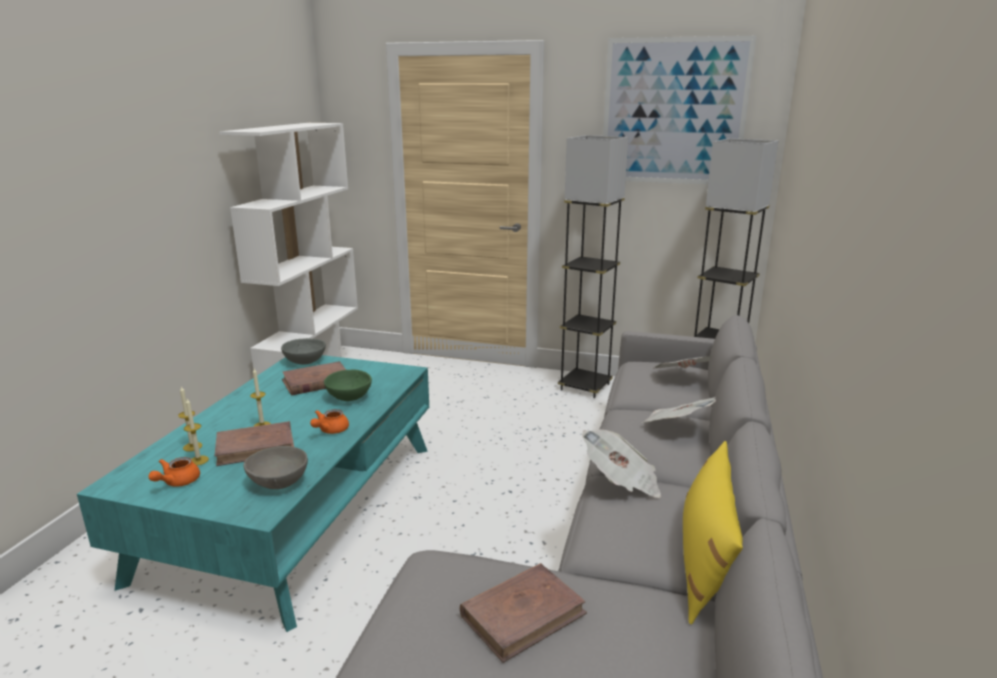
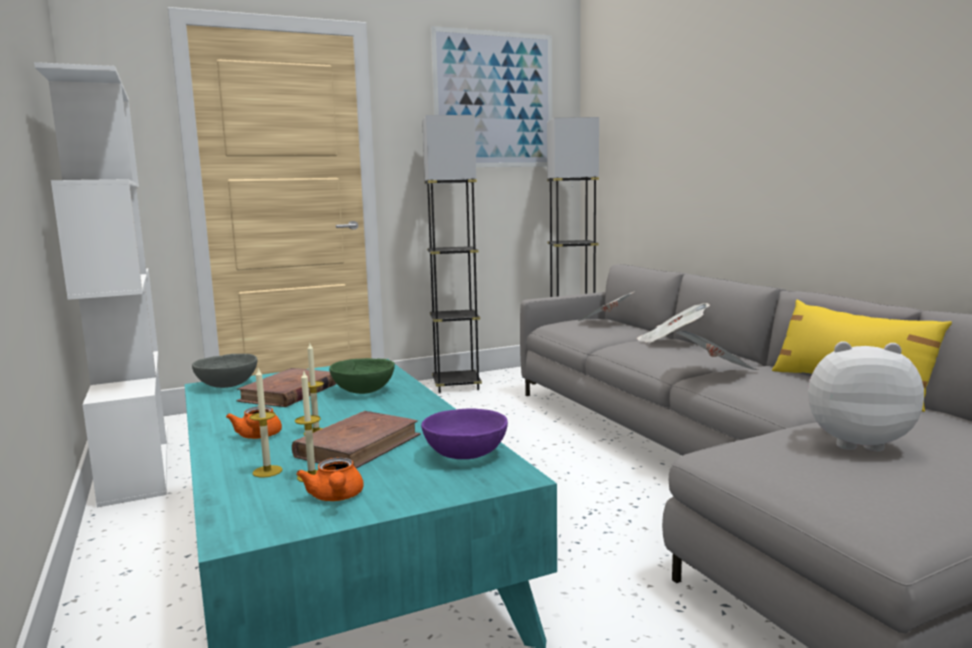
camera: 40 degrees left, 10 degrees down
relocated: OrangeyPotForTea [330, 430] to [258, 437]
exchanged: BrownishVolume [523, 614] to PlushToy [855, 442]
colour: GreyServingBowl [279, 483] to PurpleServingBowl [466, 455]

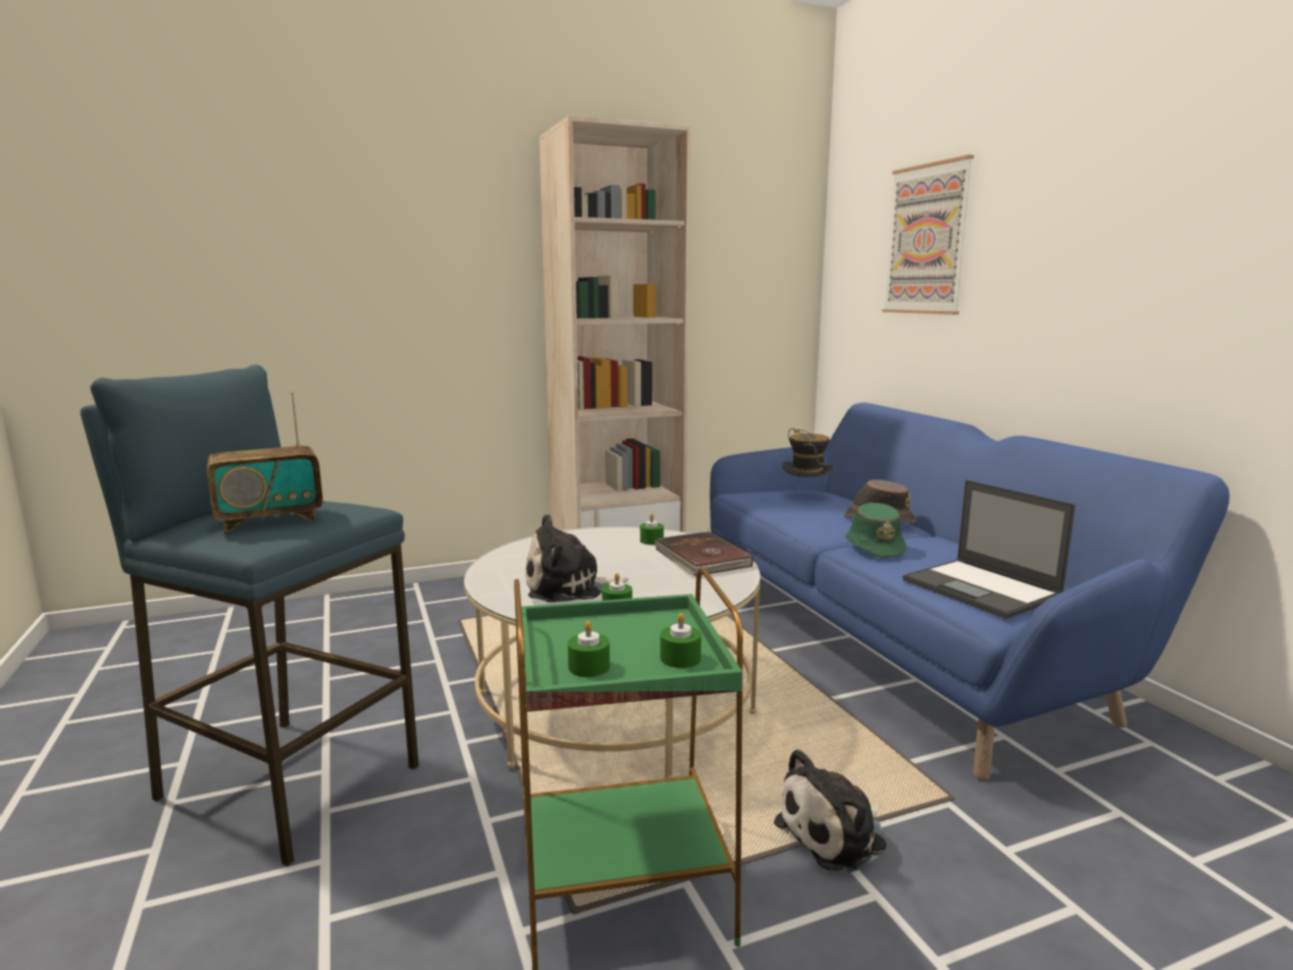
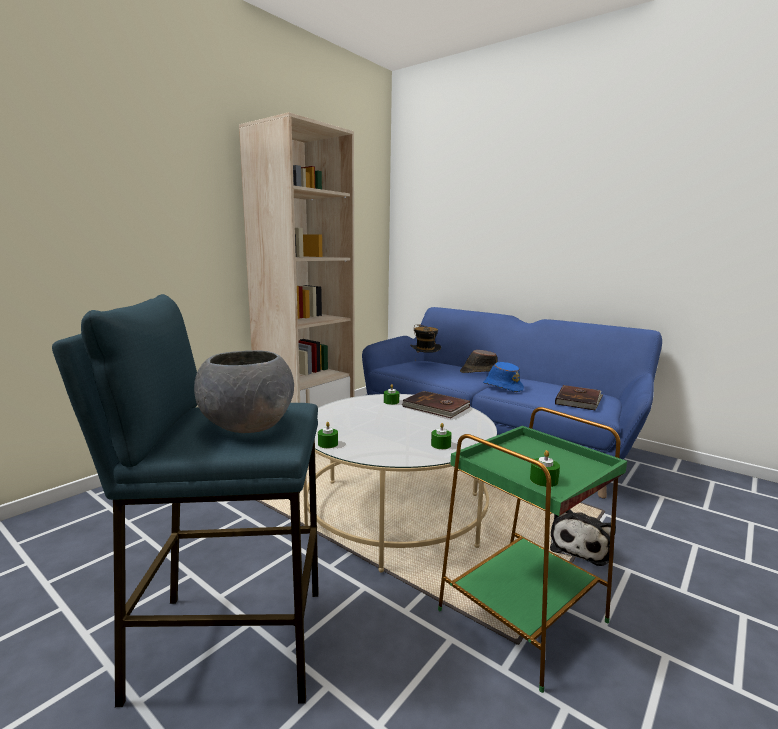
camera: 30 degrees left, 0 degrees up
missing: PlushToy [569, 587]; WallArt [926, 240]
relocated: GreenishWaxCandle [680, 658] to [328, 444]
exchanged: Radio [270, 520] to GreyServingBowl [247, 424]; Laptop [982, 589] to BrownishVolume [579, 400]
colour: GreenishHat [874, 547] to BlueColouredHat [502, 387]

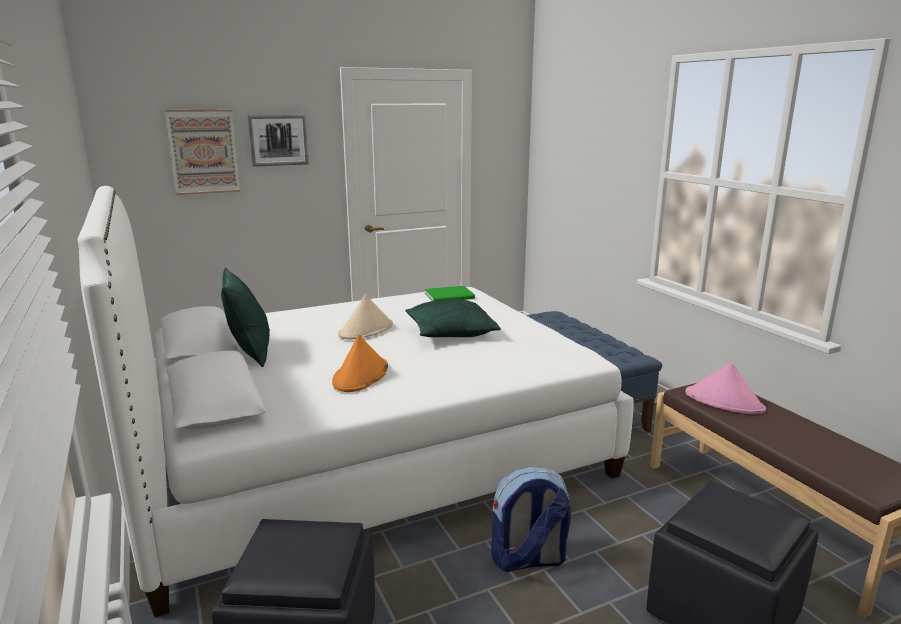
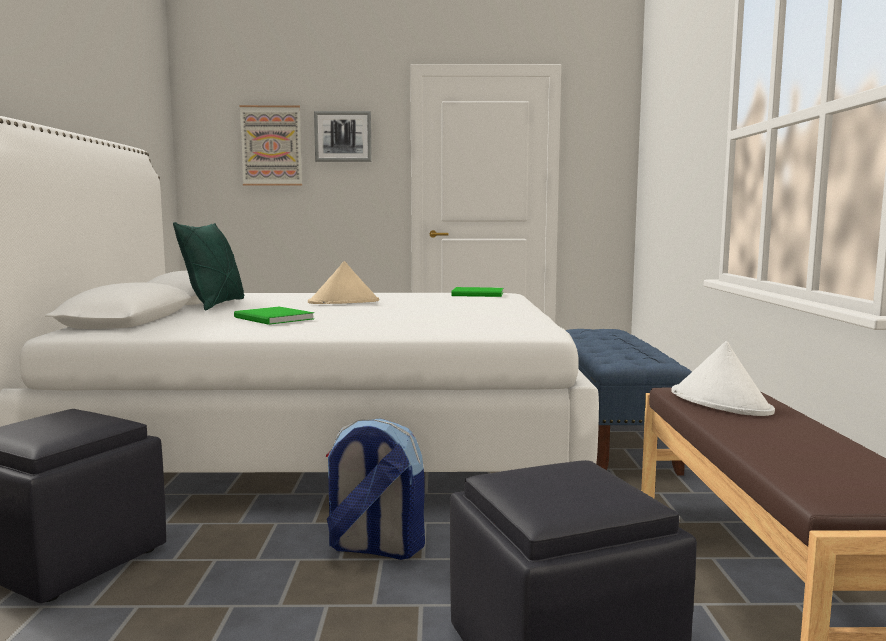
camera: 25 degrees right, 10 degrees down
missing: GreenishThrowPillow [450, 333]
exchanged: OrangeyHat [360, 376] to GreenishVolume [273, 318]
colour: PinkHat [724, 401] to WhitishHat [720, 402]

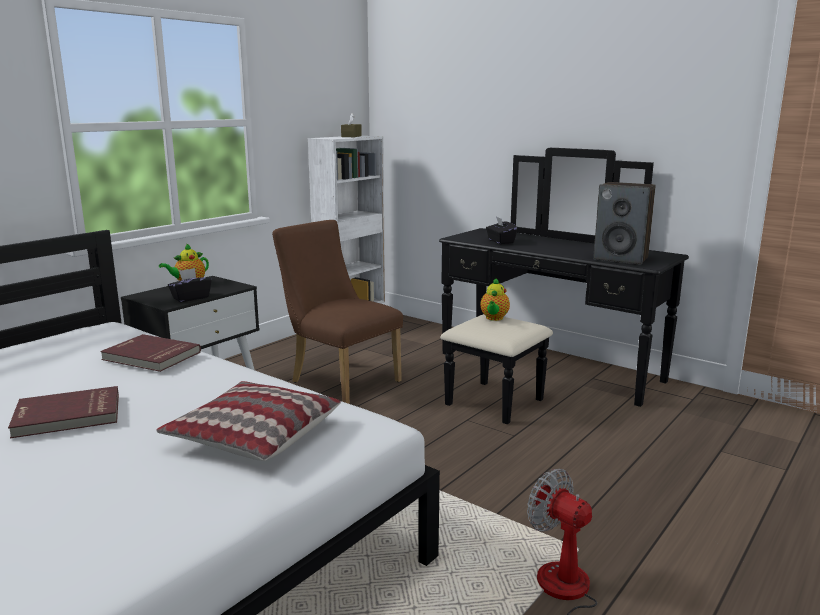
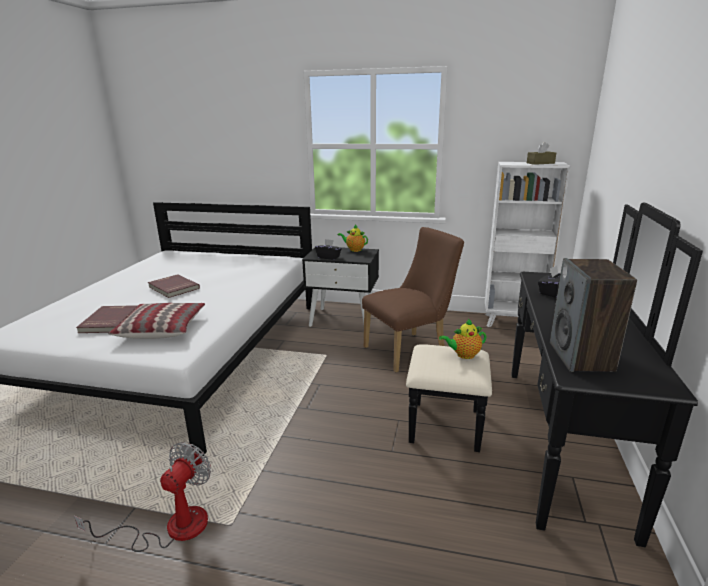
camera: 65 degrees right, 5 degrees up
relocated: RedColouredVolume [150, 356] to [109, 321]
spun: BrownishPlainChair [339, 380] = [410, 350] 45 degrees clockwise

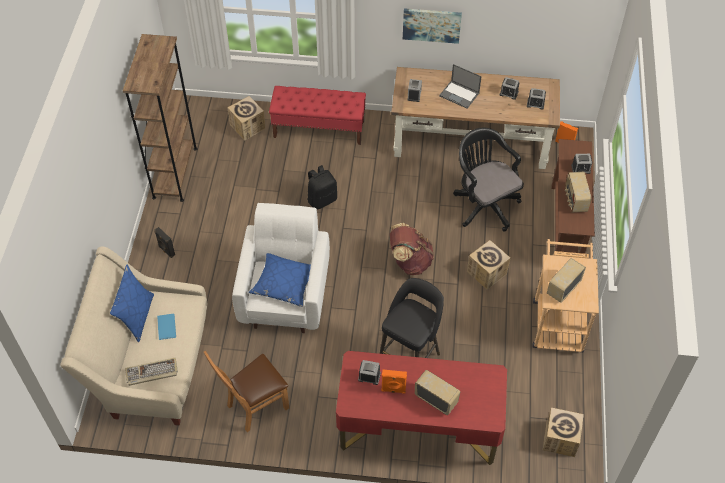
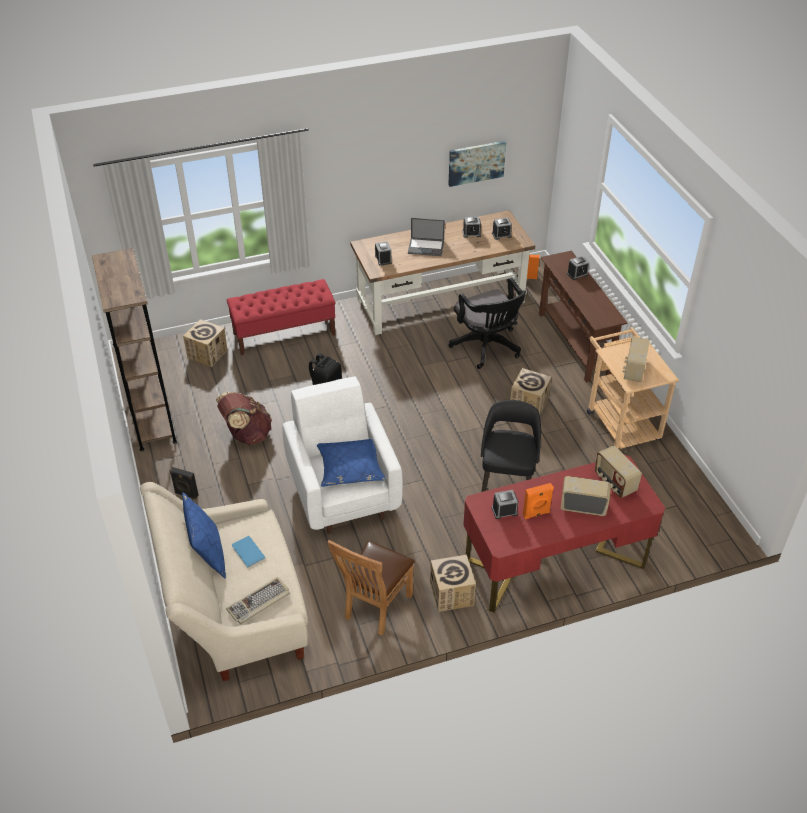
camera: 25 degrees left, 10 degrees down
relocated: BrownishRucksack [409, 261] to [247, 435]; WallArt [431, 25] to [476, 163]; PackingBox [560, 439] to [451, 594]; Radio [575, 200] to [614, 483]
spun: BlackColouredDeskChair [484, 204] = [487, 348] 150 degrees counterclockwise

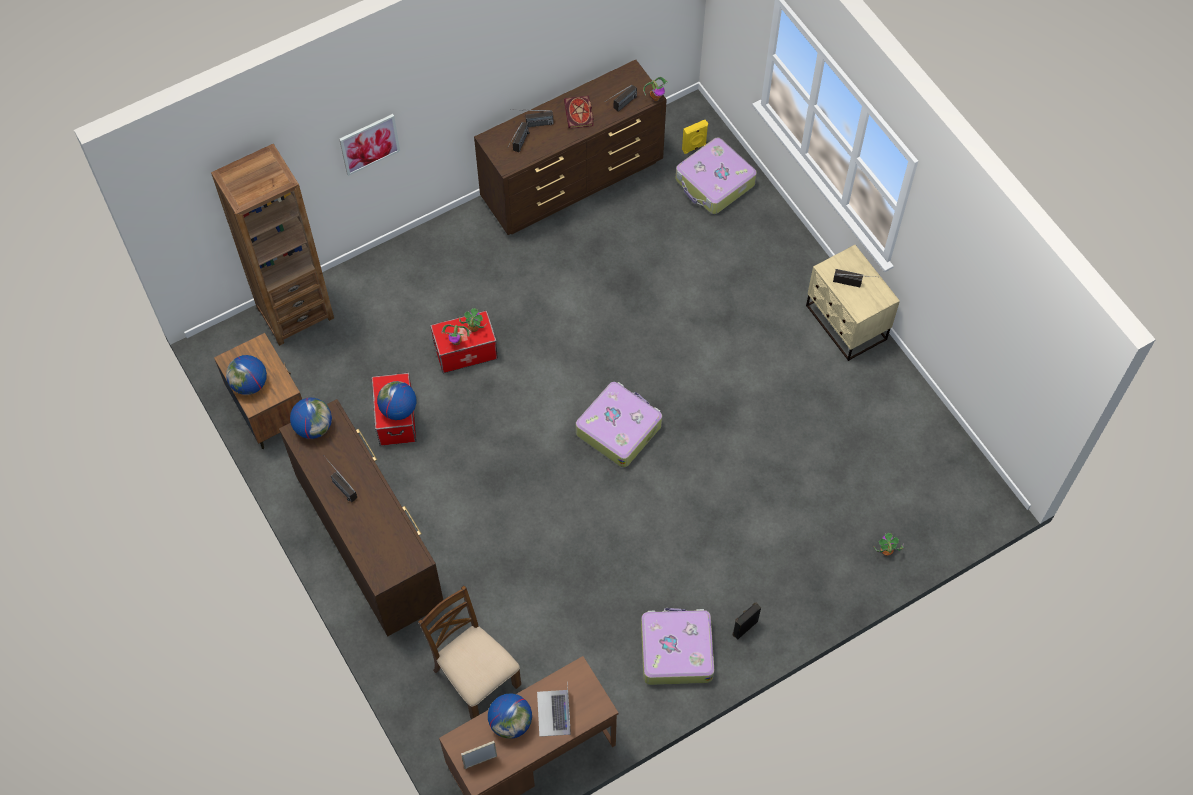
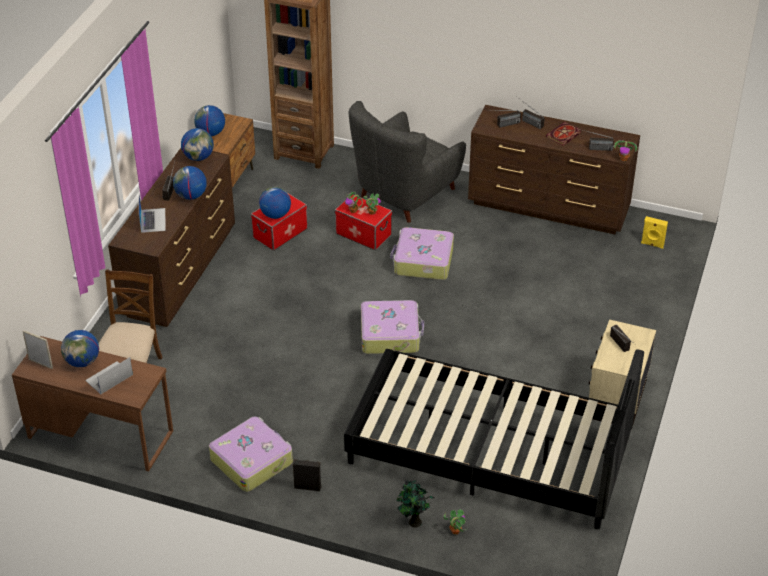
camera: 50 degrees right, 20 degrees down
missing: WallArt [369, 144]
appeared: Laptop [153, 220]; Globe [191, 196]; BlackColouredBed [488, 452]; GreyArmchair [405, 194]; PottedPlant [414, 522]
relocated: PieceOfLuggage [714, 183] to [422, 261]

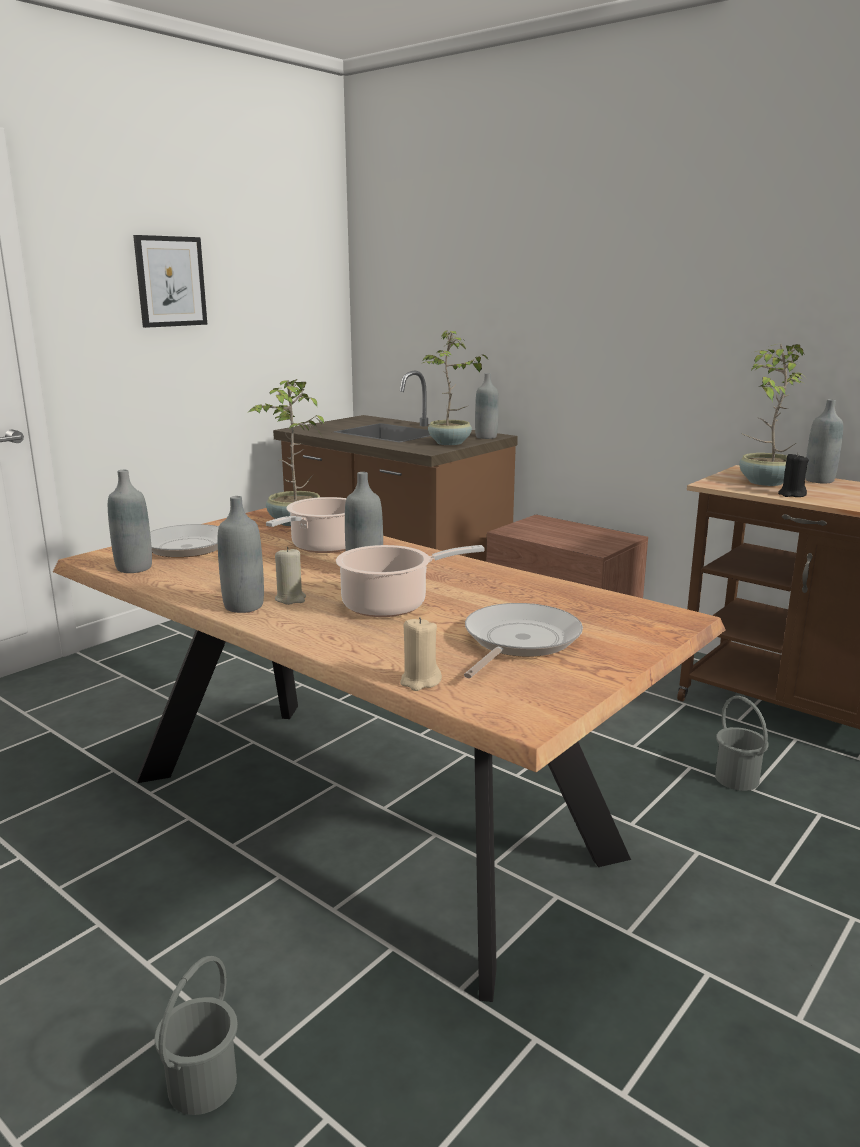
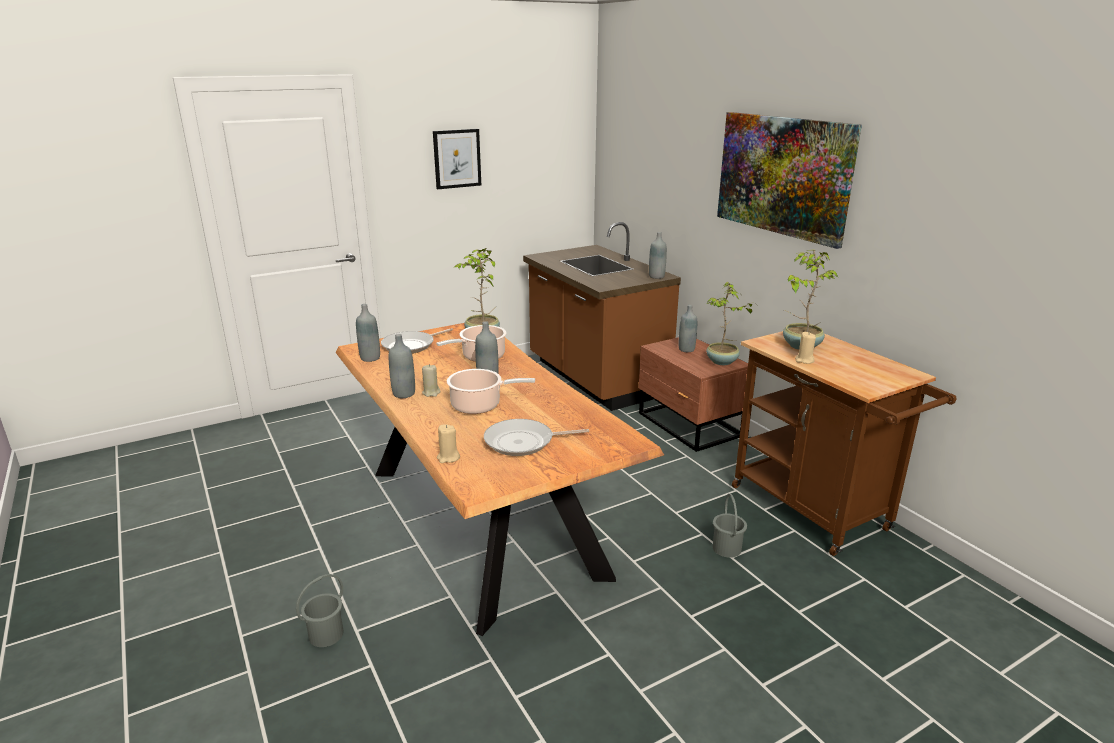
camera: 20 degrees right, 5 degrees up
appeared: WallArt [783, 175]
relocated: PottedPlant [450, 443] to [722, 362]; GreyBottle [819, 480] to [686, 349]
colour: BlackColouredWaxCandle [791, 494] to SandColouredWaxCandle [804, 360]
spun: Skillet [518, 641] = [523, 442] 150 degrees counterclockwise

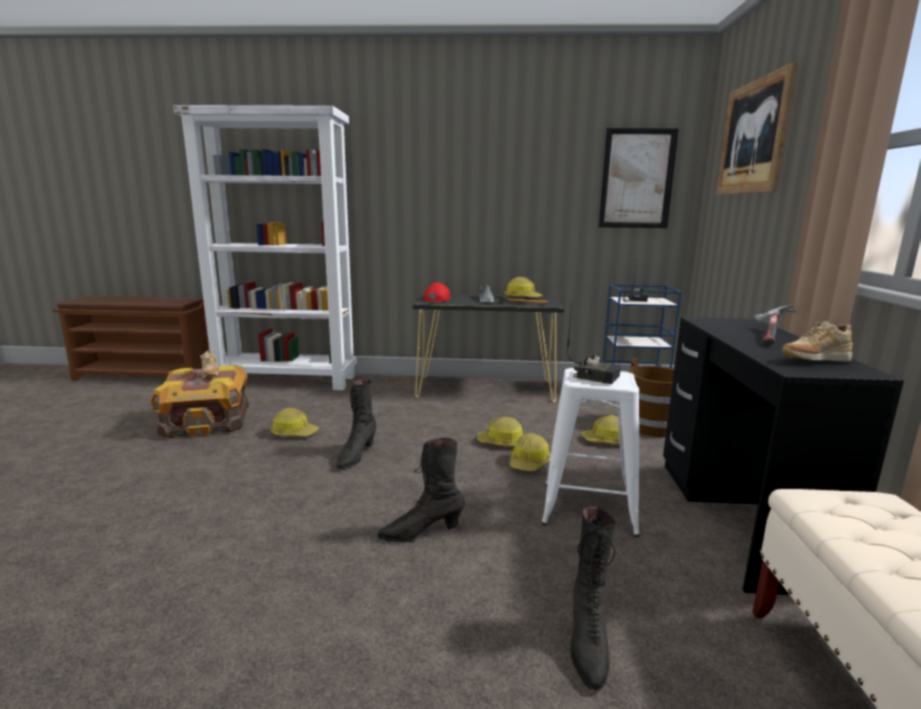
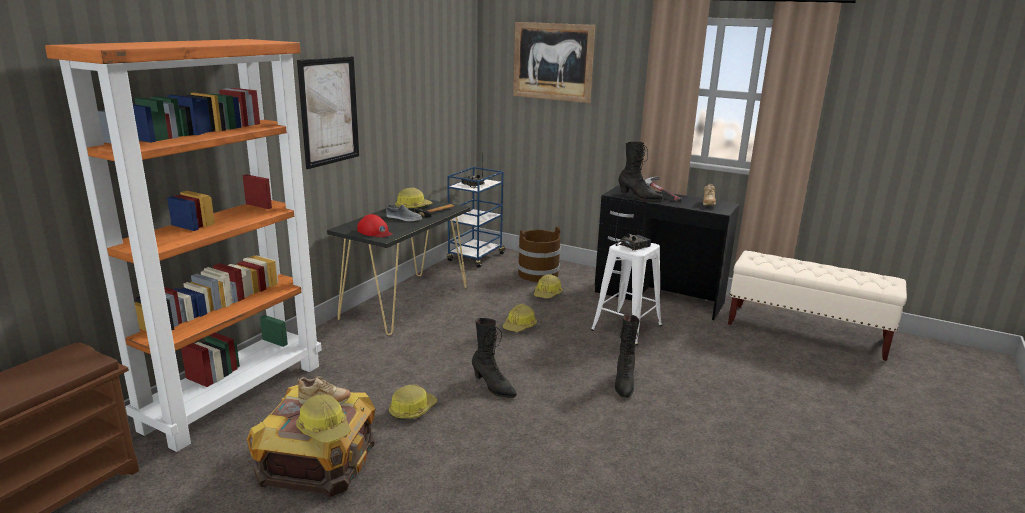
camera: 65 degrees left, 5 degrees up
relocated: HardHat [529, 463] to [324, 428]; BlackColouredHighTopBoot [588, 643] to [639, 197]; WallArt [637, 179] to [329, 111]
colour: WhitishBookcase [287, 381] to OrangeyBookcase [235, 395]

